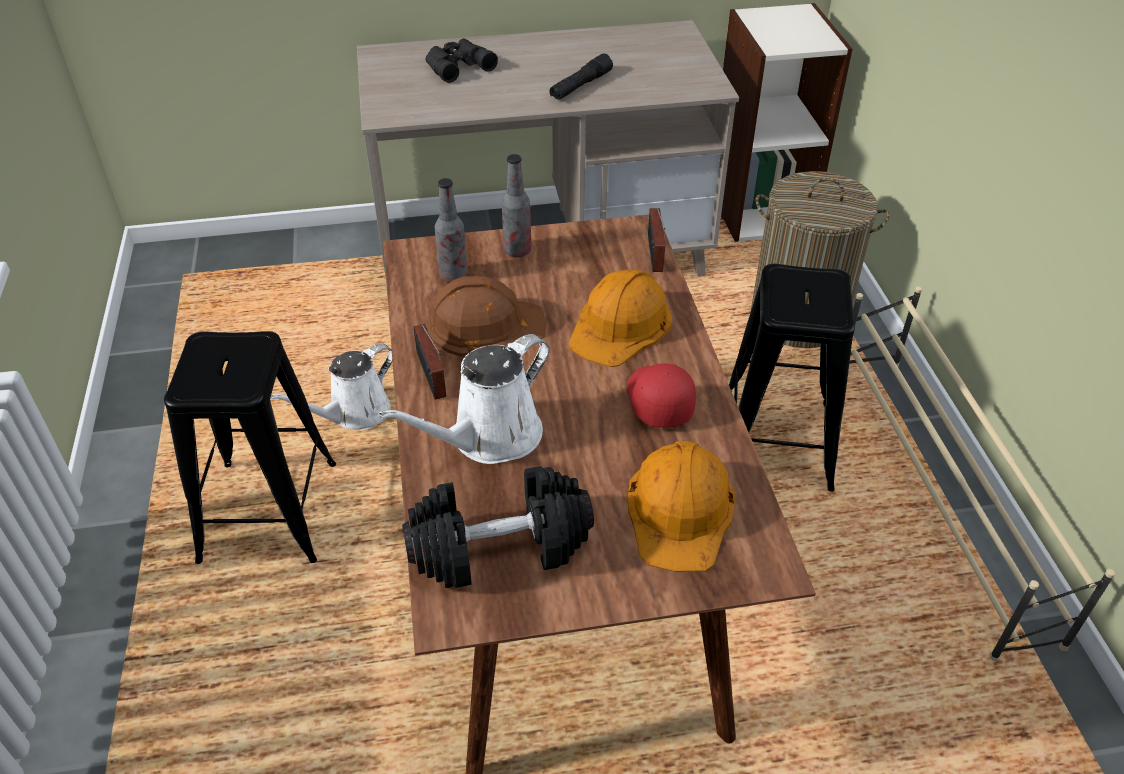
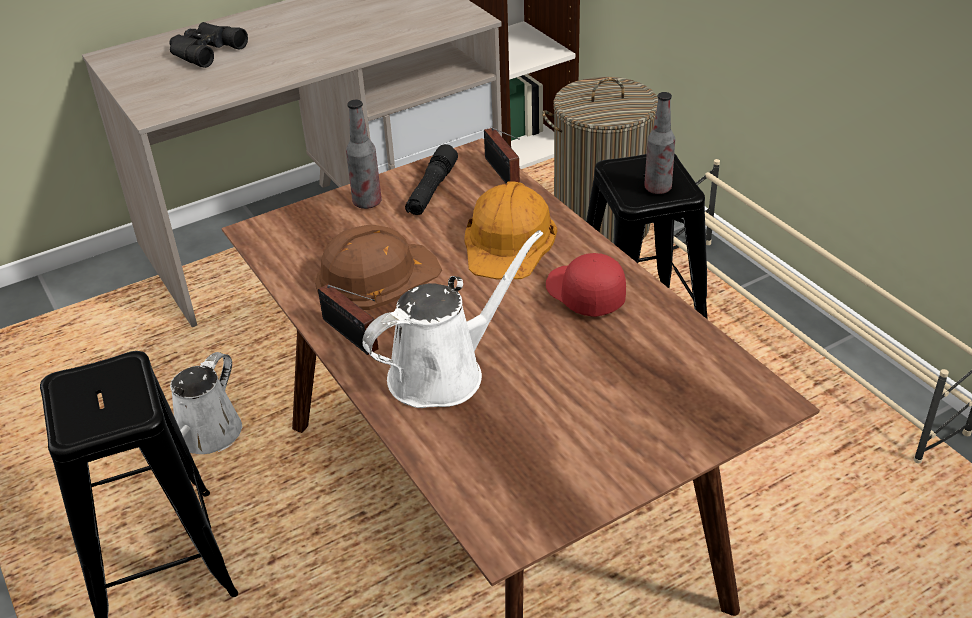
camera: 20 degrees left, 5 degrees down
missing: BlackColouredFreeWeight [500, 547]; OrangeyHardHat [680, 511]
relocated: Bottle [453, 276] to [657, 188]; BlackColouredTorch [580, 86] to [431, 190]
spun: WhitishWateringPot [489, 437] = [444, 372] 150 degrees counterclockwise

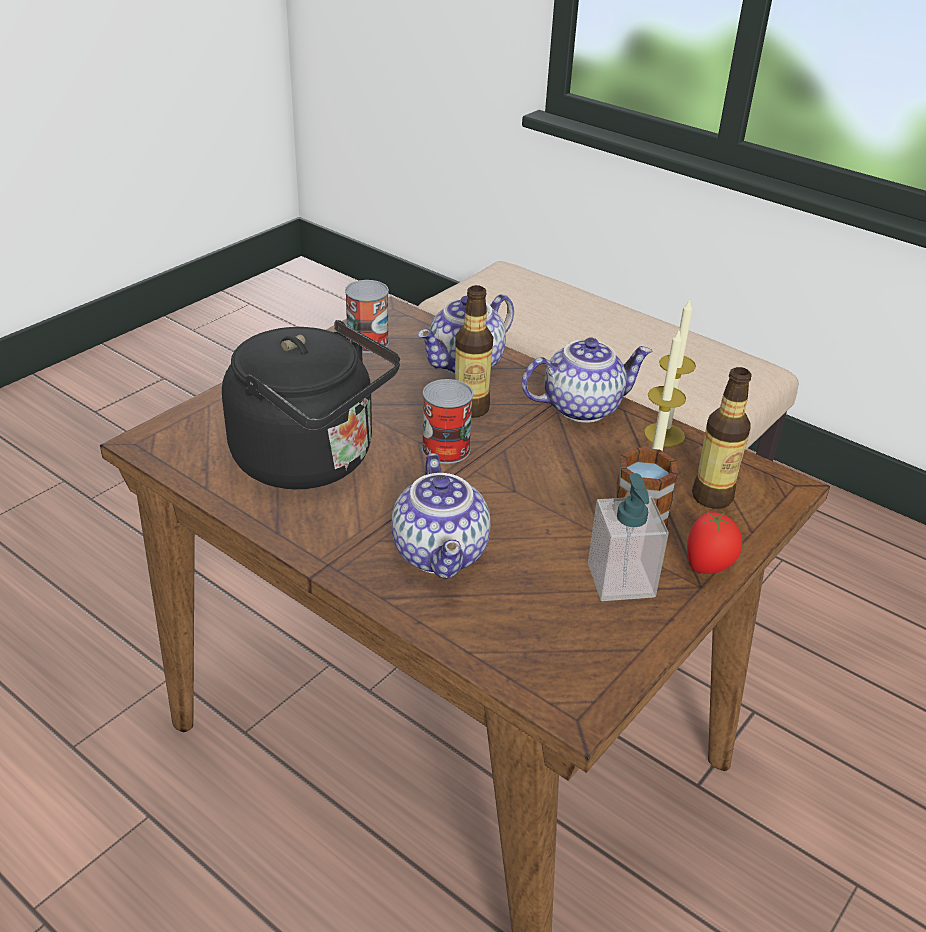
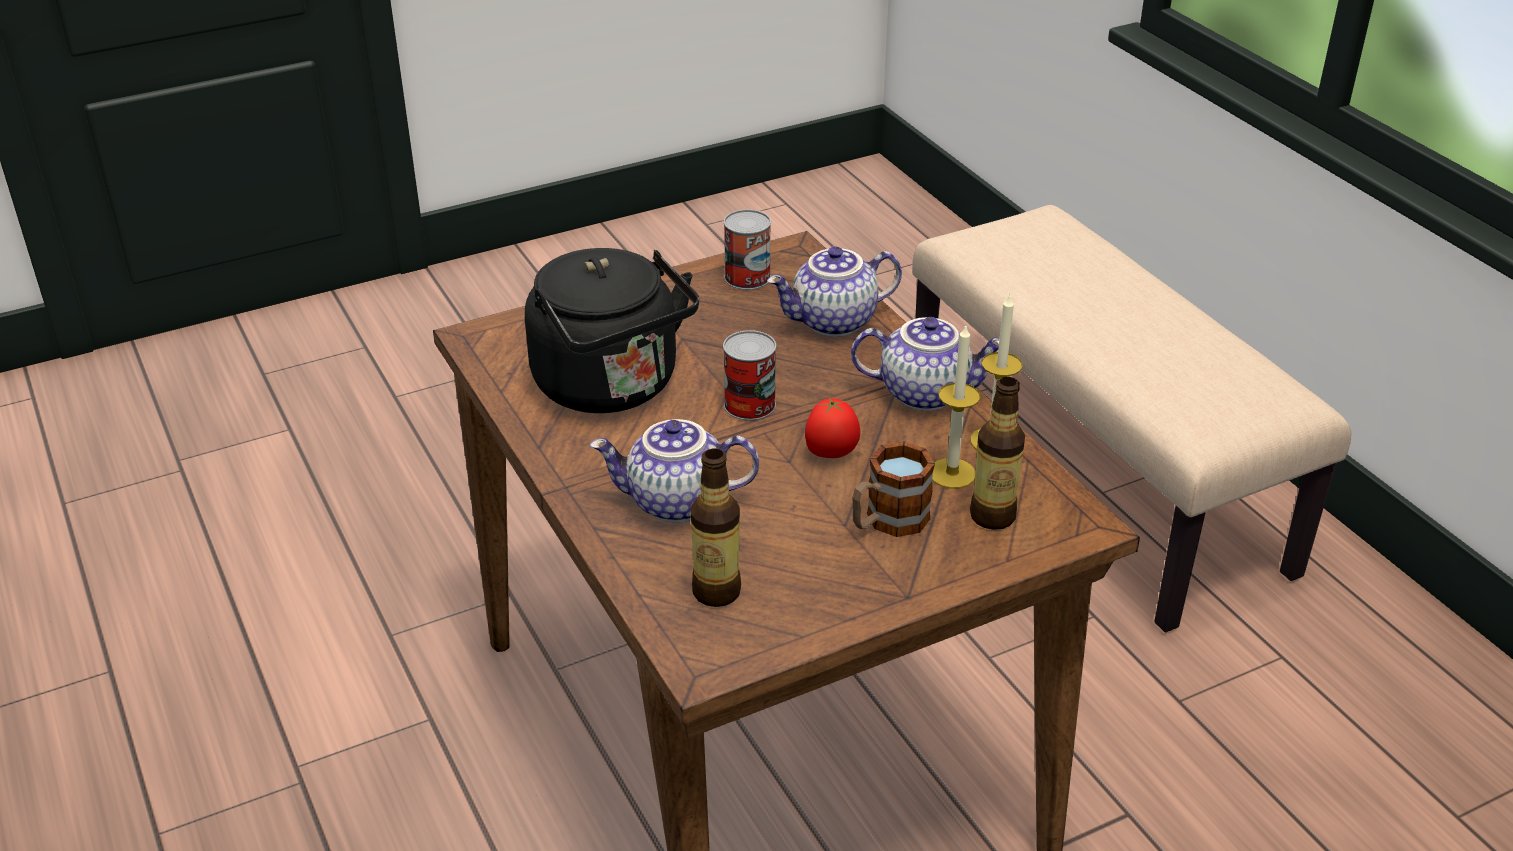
camera: 25 degrees right, 0 degrees up
missing: SoapDispenser [621, 580]
relocated: Bottle [471, 408] to [716, 592]; Tomato [708, 567] to [831, 454]
spun: PotForTea [442, 554] = [675, 503] 75 degrees clockwise

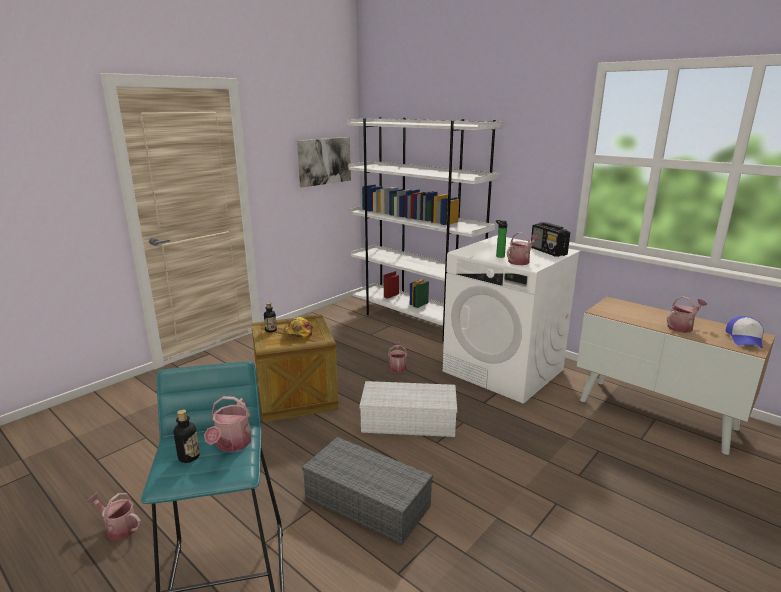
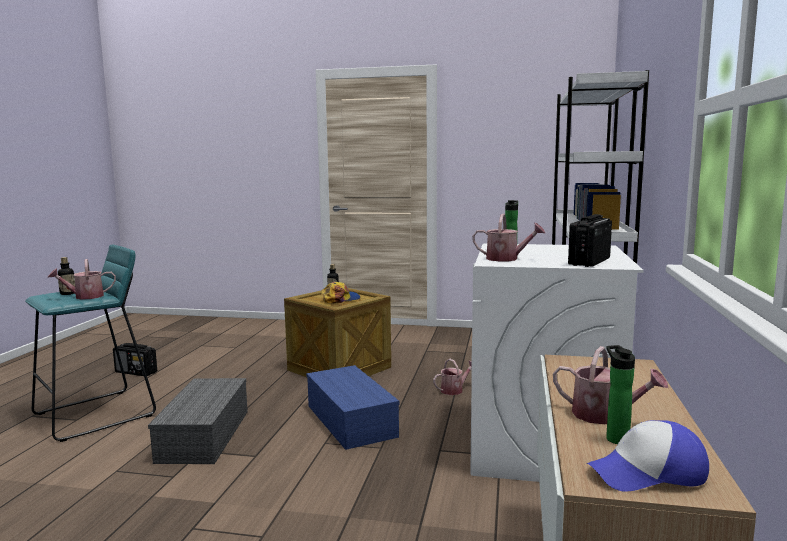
camera: 60 degrees right, 10 degrees down
missing: WallArt [324, 161]
appeared: Bottle [615, 438]
exchanged: WateringPot [118, 527] to Radio [136, 372]
colour: WhitishStorageBin [410, 420] to BlueColouredStorageBin [352, 421]

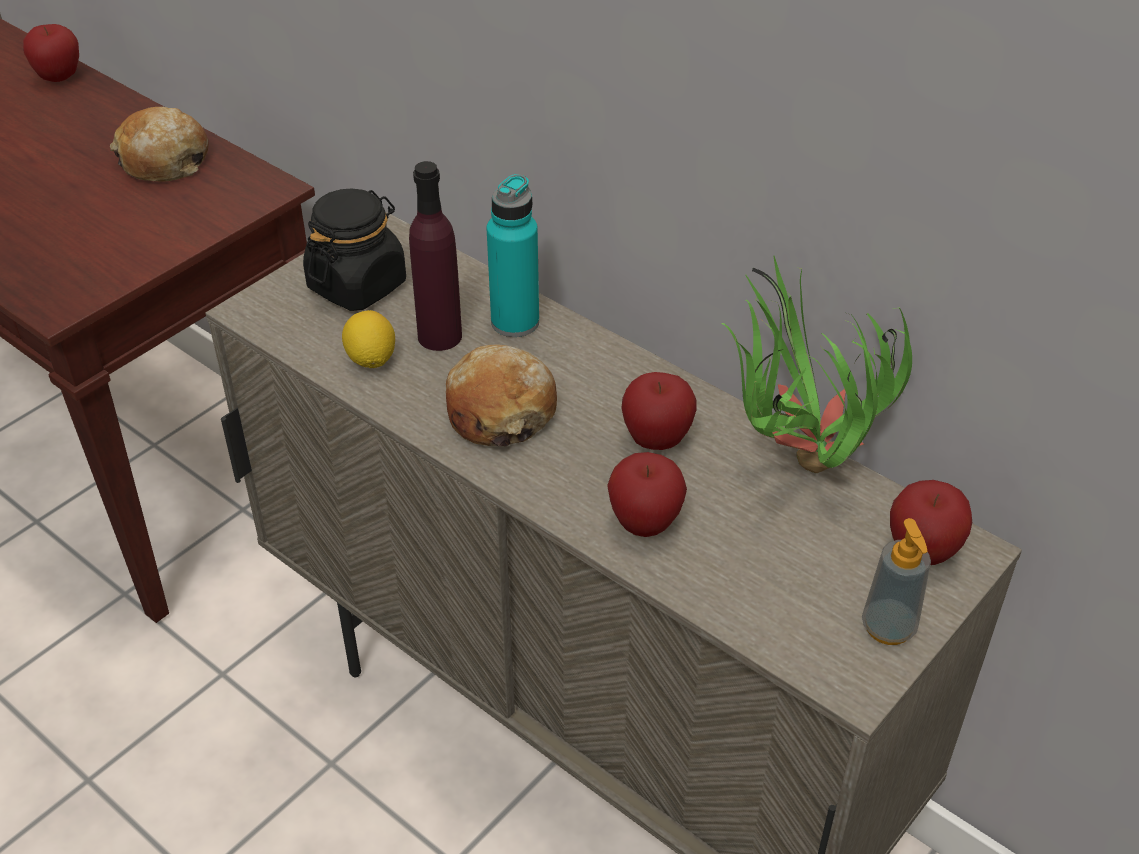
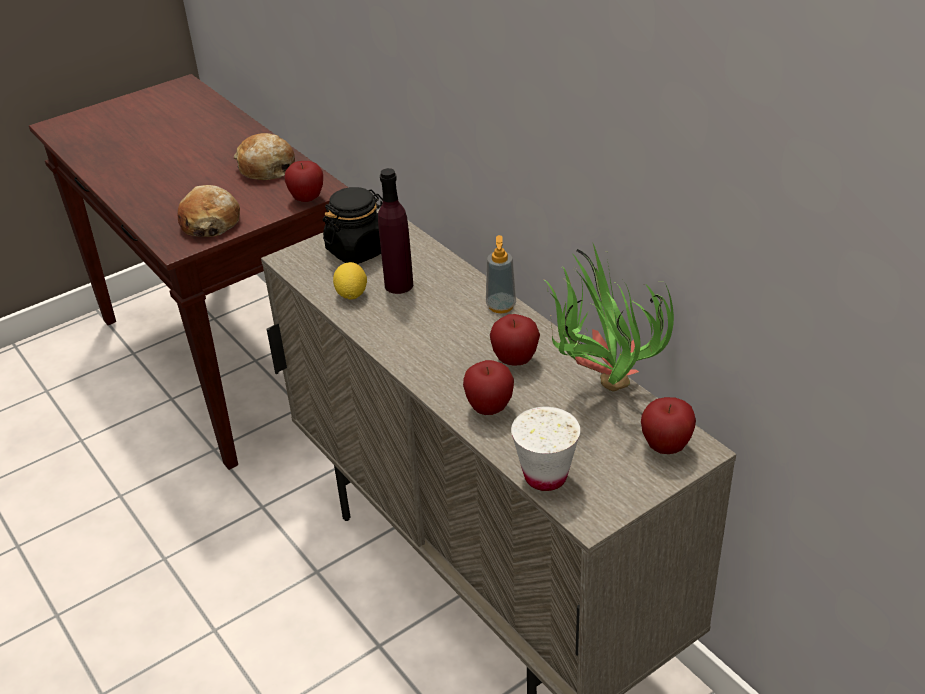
camera: 15 degrees right, 5 degrees down
missing: BlueGreenBottle [515, 322]
appeared: WhitishSmallCup [545, 476]
relocated: AppleFruit [59, 78] to [307, 199]; BakedBread [500, 412] to [210, 222]; SoapDispenser [888, 627] to [501, 306]

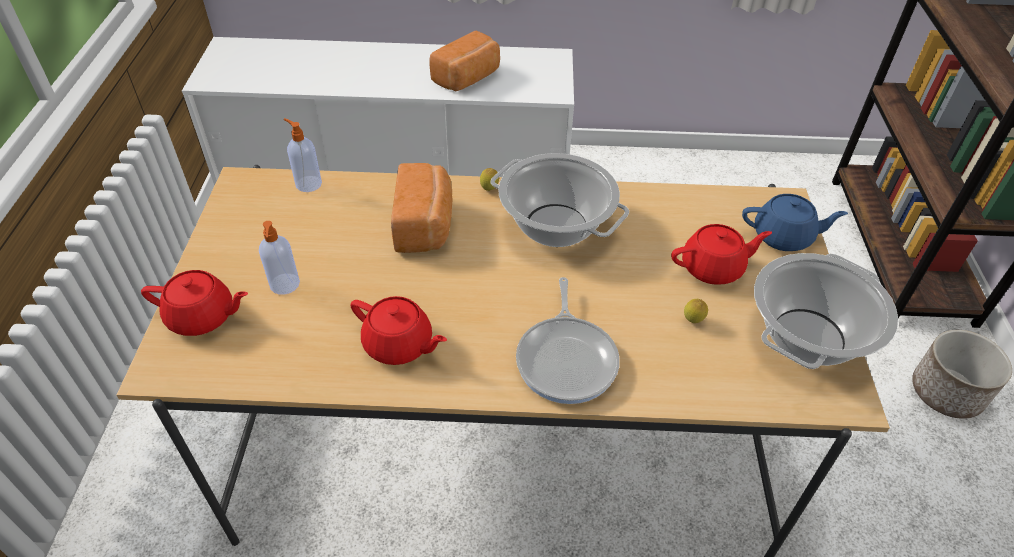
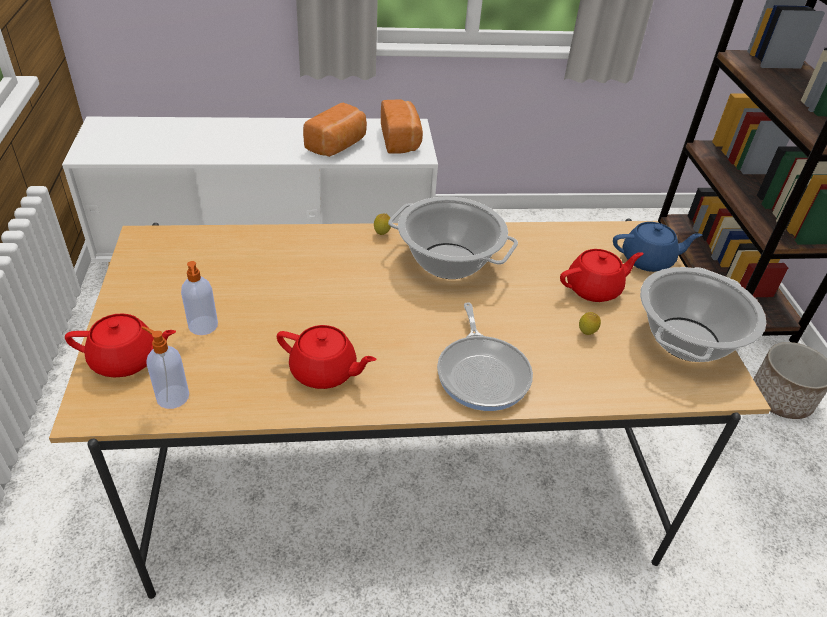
camera: 10 degrees left, 5 degrees down
relocated: SoapDispenser [308, 183] to [172, 396]; BakedBread [425, 224] to [401, 140]

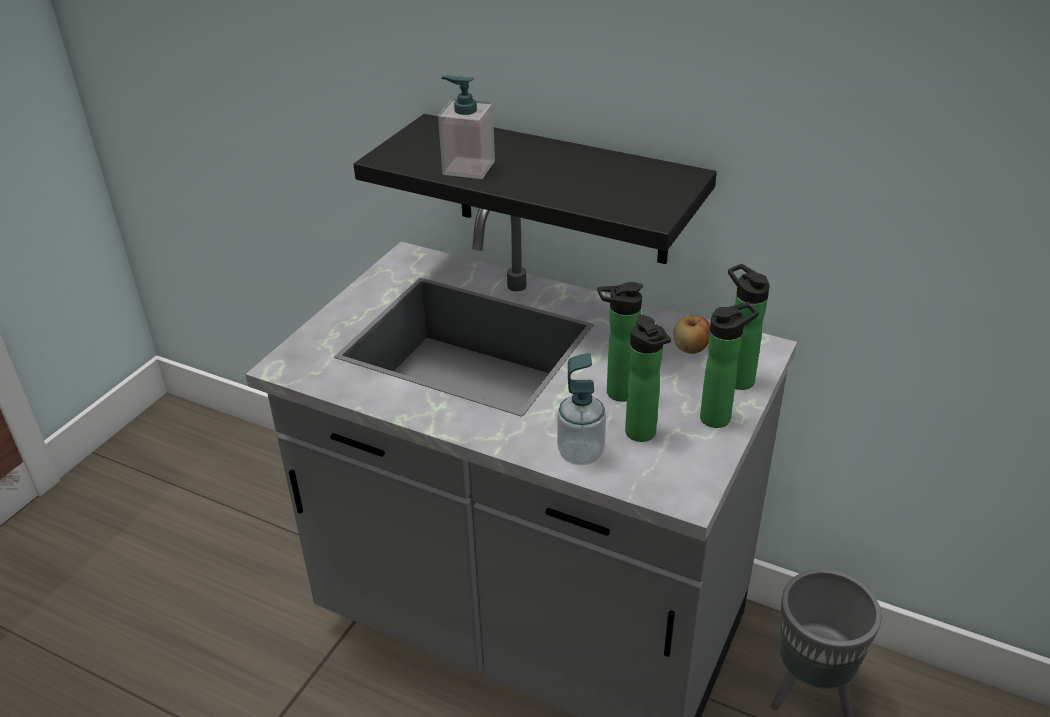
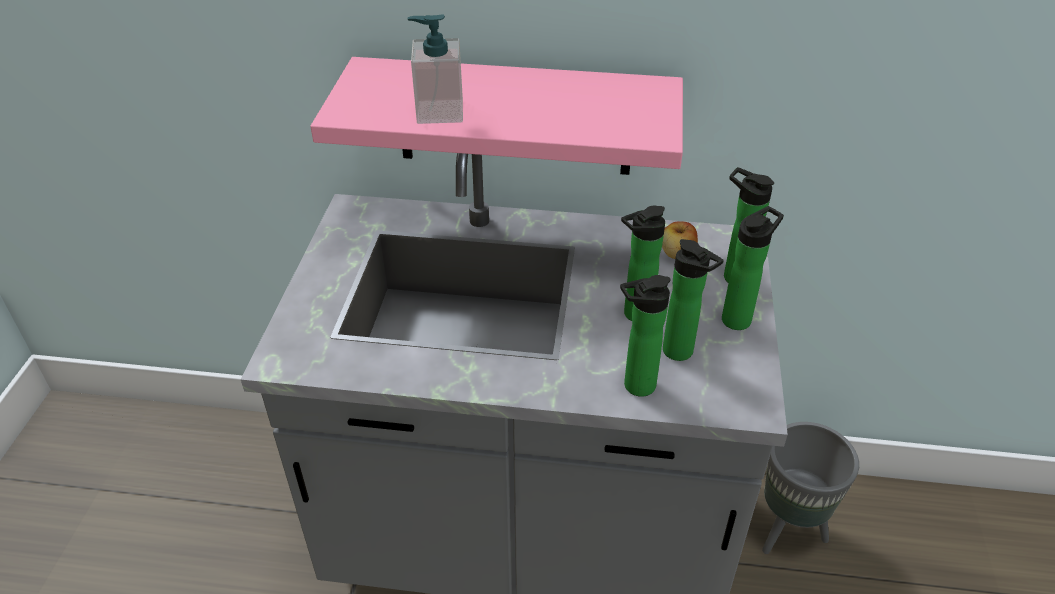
camera: 20 degrees left, 5 degrees up
exchanged: SoapDispenser [580, 453] to Bottle [635, 386]
colour: BlackColouredBracketShelf [561, 190] to PinkBracketShelf [514, 117]

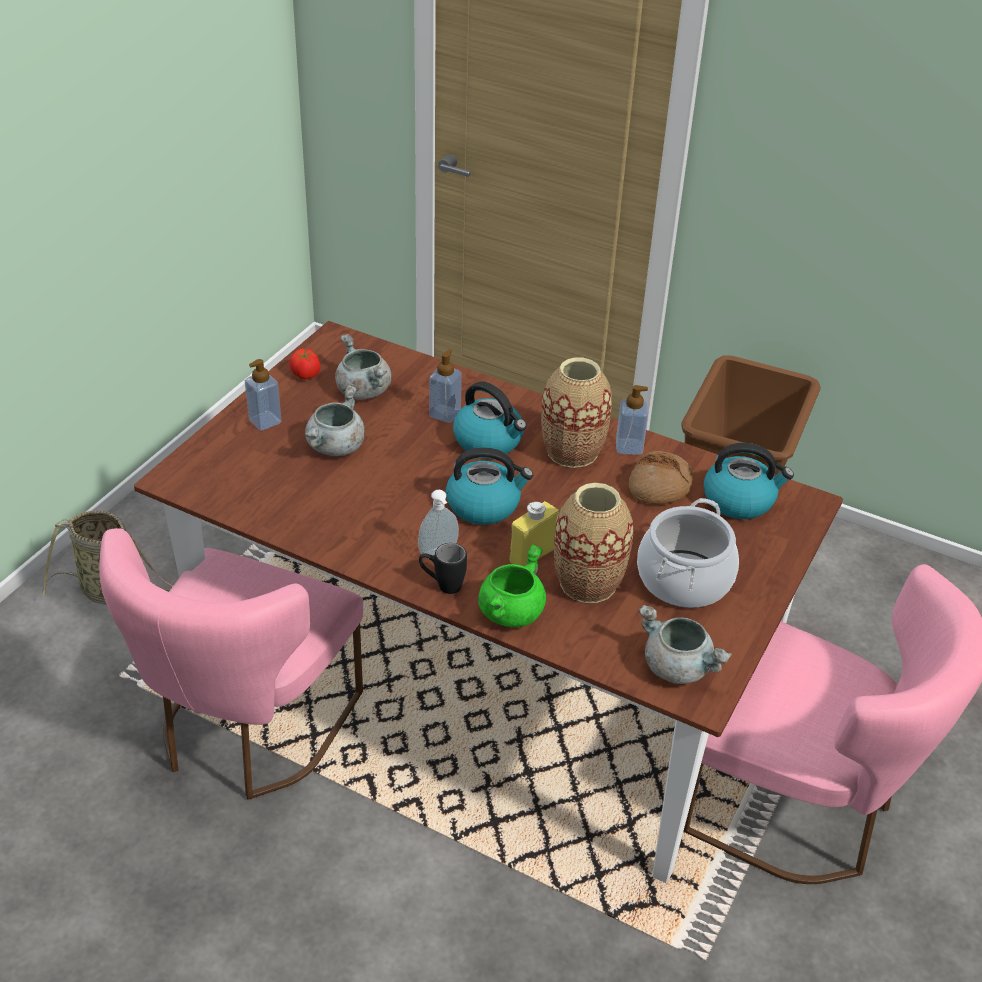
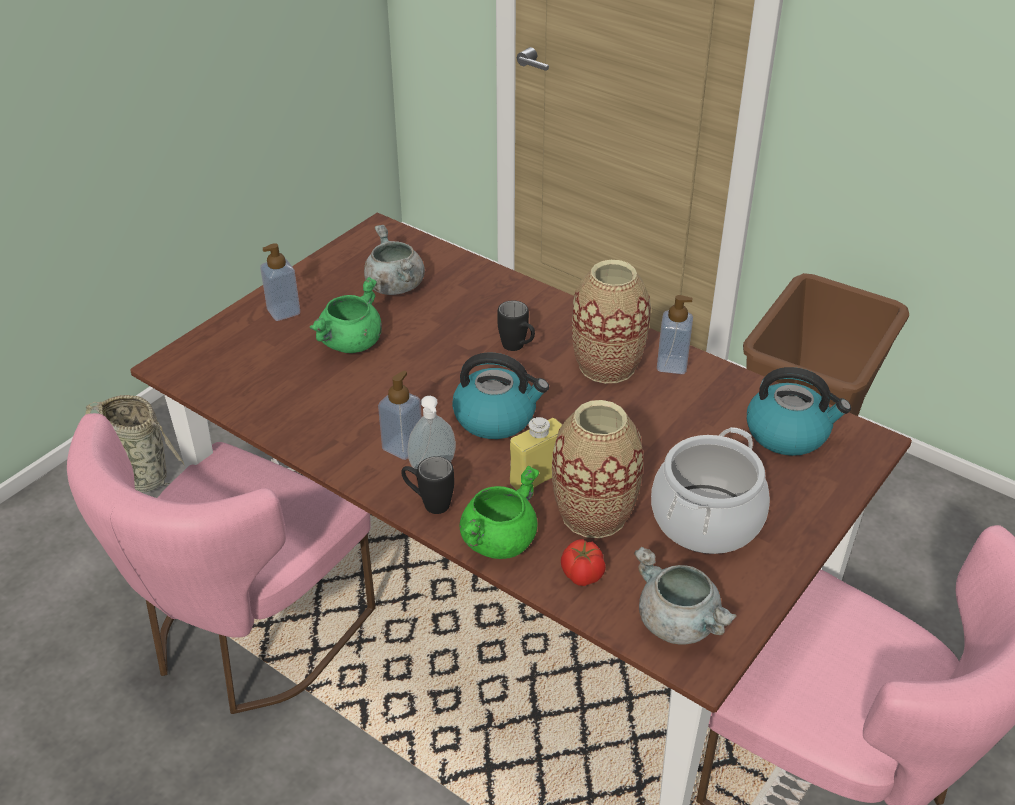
camera: 10 degrees right, 0 degrees up
missing: BakedBread [659, 487]
relocated: Tomato [305, 375] to [582, 575]; SoapDispenser [445, 414] to [402, 447]
exchanged: WaterKettle [489, 441] to BlackColouredTeaMug [518, 348]
colour: GreyCookingPot [336, 447] to GreenishCookingPot [351, 344]

